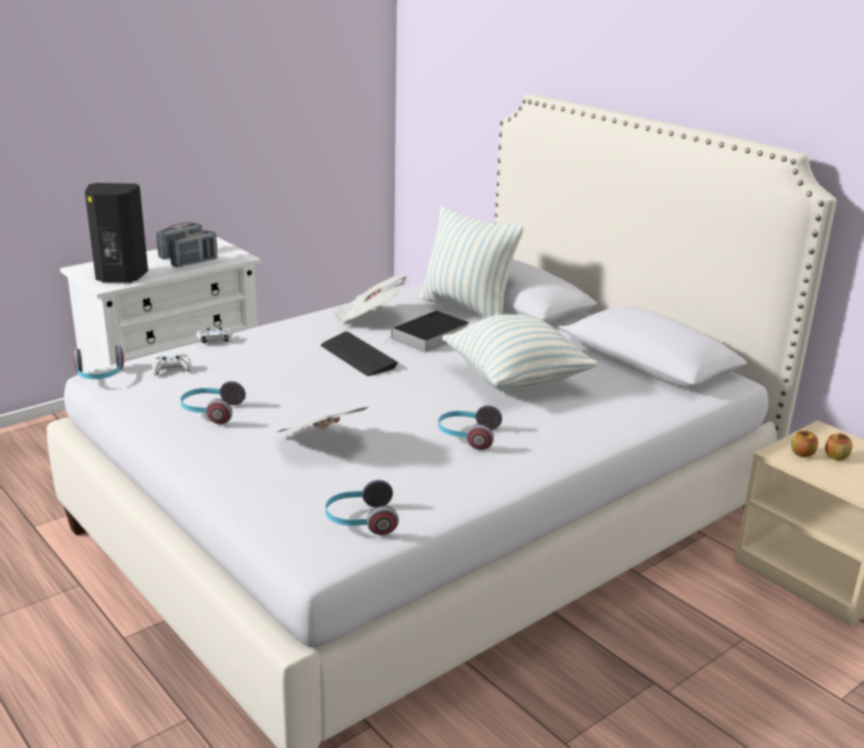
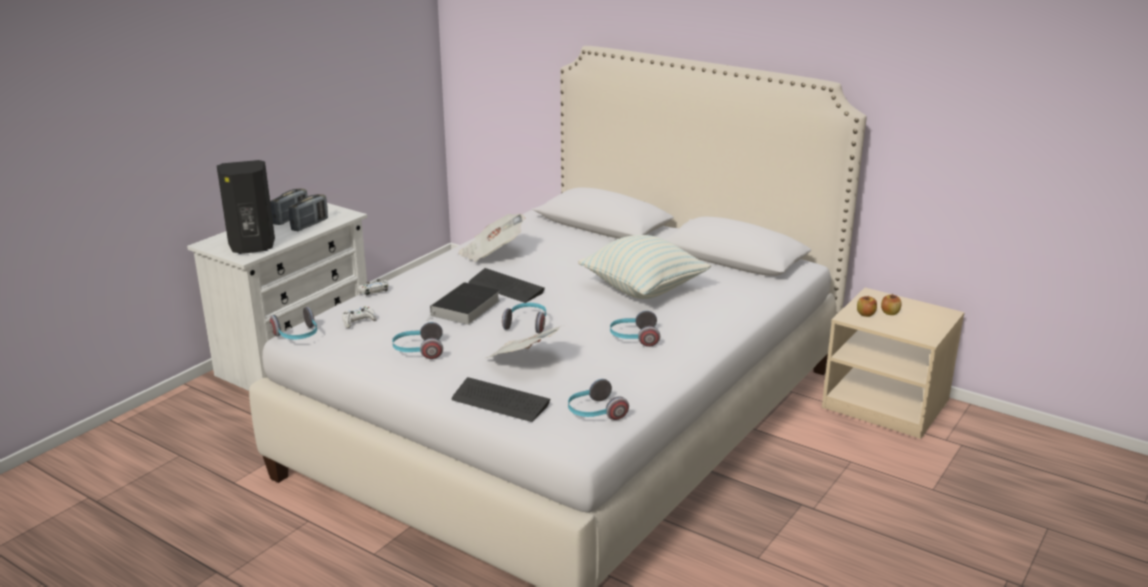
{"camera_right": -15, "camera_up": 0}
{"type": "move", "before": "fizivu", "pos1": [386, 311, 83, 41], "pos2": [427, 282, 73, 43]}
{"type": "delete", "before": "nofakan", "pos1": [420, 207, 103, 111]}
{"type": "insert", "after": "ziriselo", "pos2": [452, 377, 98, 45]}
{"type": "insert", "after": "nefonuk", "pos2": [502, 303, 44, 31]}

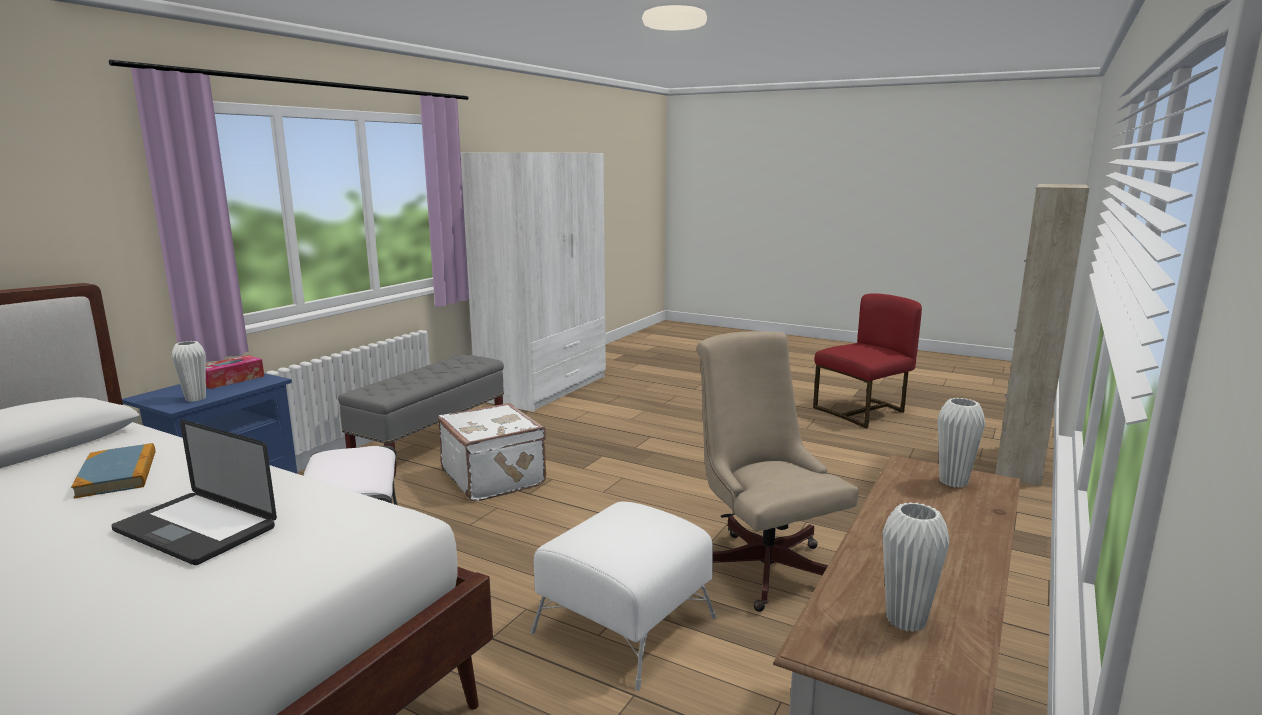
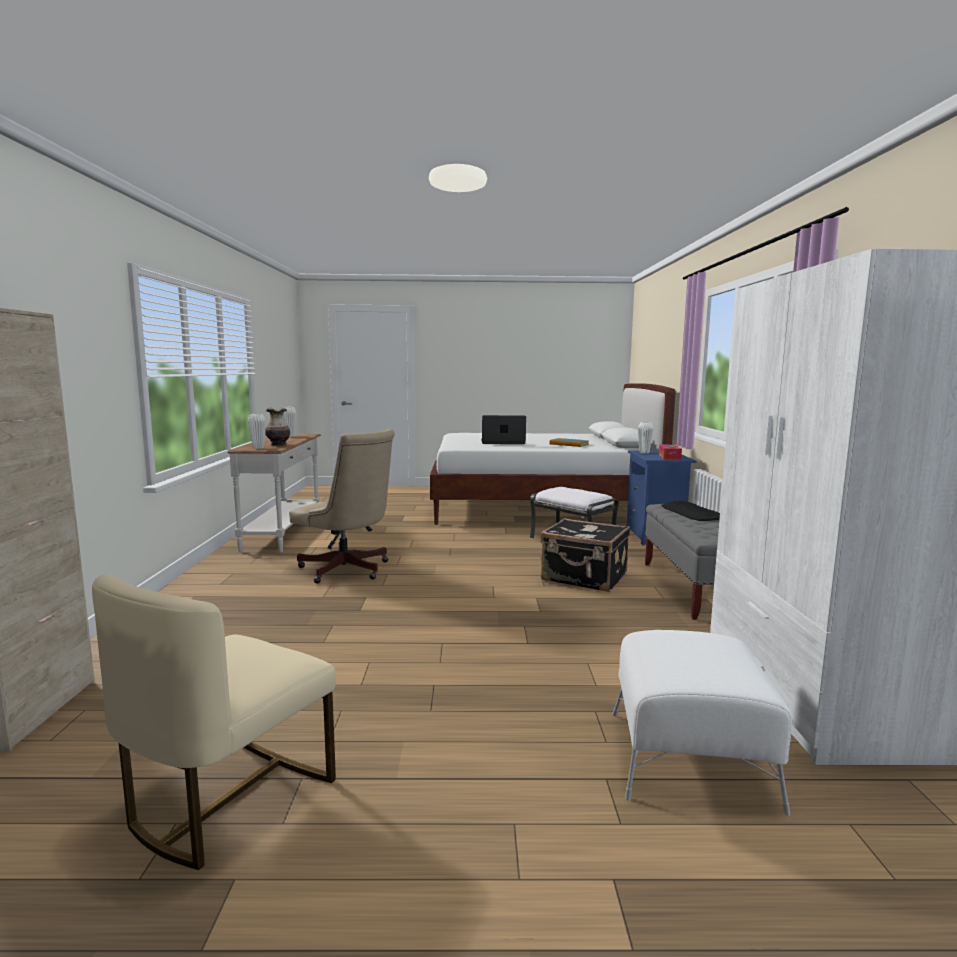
{"camera_right": 150, "camera_up": -5}
{"type": "recolor", "before": "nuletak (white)", "after": "nuletak (black)", "pos1": [438, 403, 108, 98], "pos2": [540, 518, 90, 74]}
{"type": "move", "before": "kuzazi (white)", "pos1": [530, 501, 187, 190], "pos2": [612, 630, 180, 186]}
{"type": "recolor", "before": "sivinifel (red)", "after": "sivinifel (beige)", "pos1": [813, 293, 109, 136], "pos2": [92, 574, 244, 296]}
{"type": "insert", "after": "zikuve", "pos2": [265, 407, 25, 39]}
{"type": "insert", "after": "ziriselo", "pos2": [661, 501, 59, 20]}

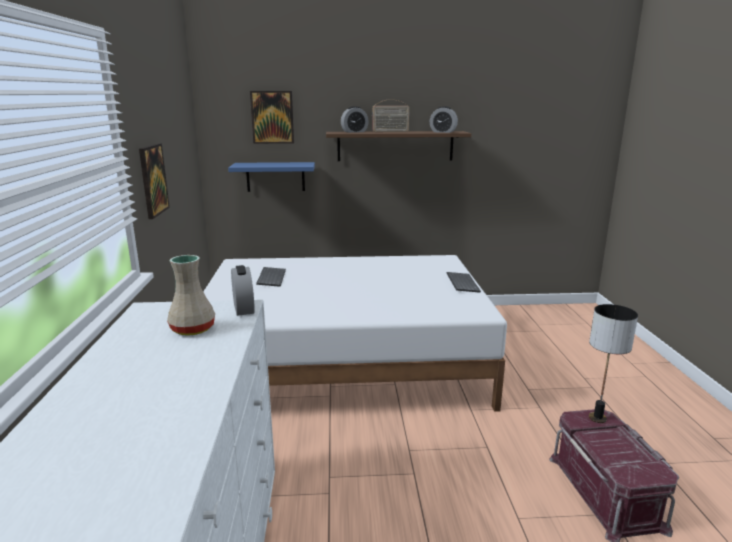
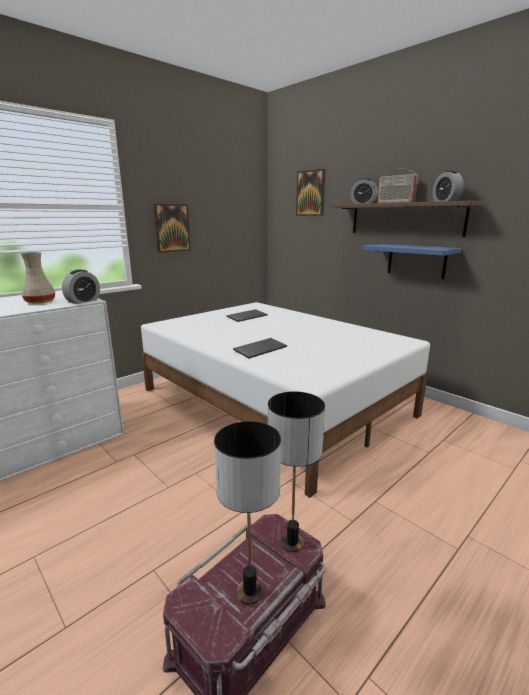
{"camera_right": 50, "camera_up": 0}
{"type": "move", "before": "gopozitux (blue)", "pos1": [228, 162, 87, 30], "pos2": [363, 244, 98, 35]}
{"type": "move", "before": "ziriselo", "pos1": [447, 272, 34, 21], "pos2": [233, 338, 54, 20]}
{"type": "insert", "after": "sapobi", "pos2": [214, 421, 67, 184]}

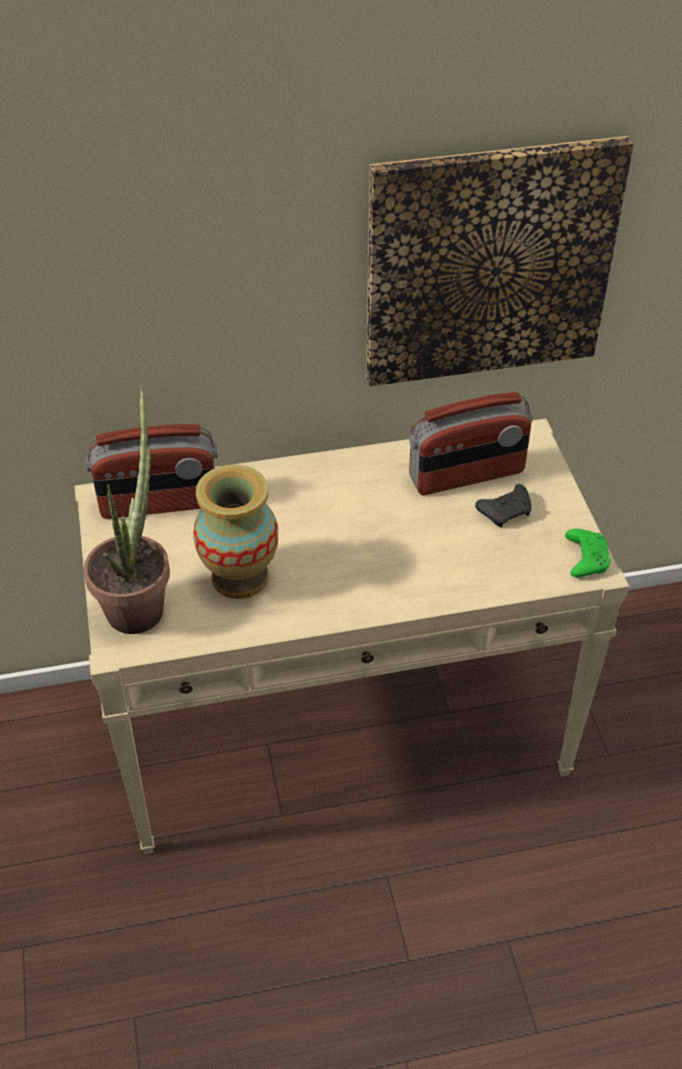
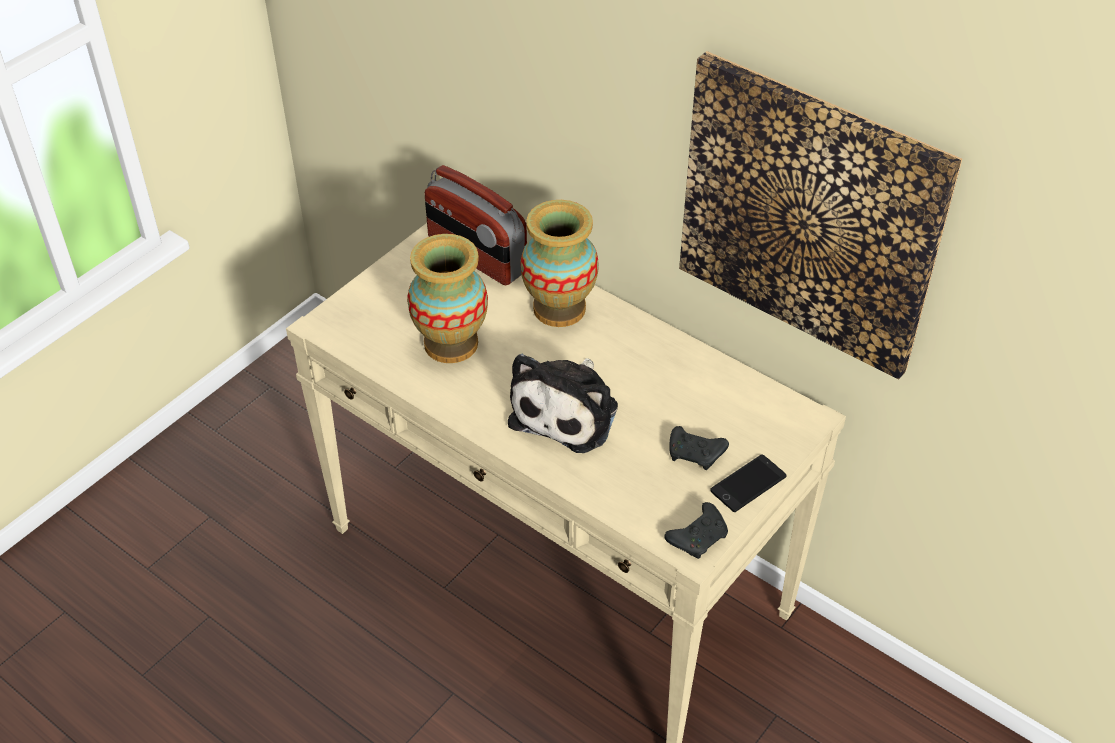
{"camera_right": 50, "camera_up": 0}
{"type": "delete", "before": "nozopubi", "pos1": [84, 386, 86, 248]}
{"type": "delete", "before": "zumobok", "pos1": [409, 392, 123, 103]}
{"type": "recolor", "before": "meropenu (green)", "after": "meropenu (black)", "pos1": [565, 529, 46, 48], "pos2": [664, 502, 64, 57]}
{"type": "insert", "after": "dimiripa", "pos2": [508, 354, 110, 99]}
{"type": "insert", "after": "zikuve", "pos2": [520, 200, 79, 127]}
{"type": "insert", "after": "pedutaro", "pos2": [710, 454, 77, 58]}

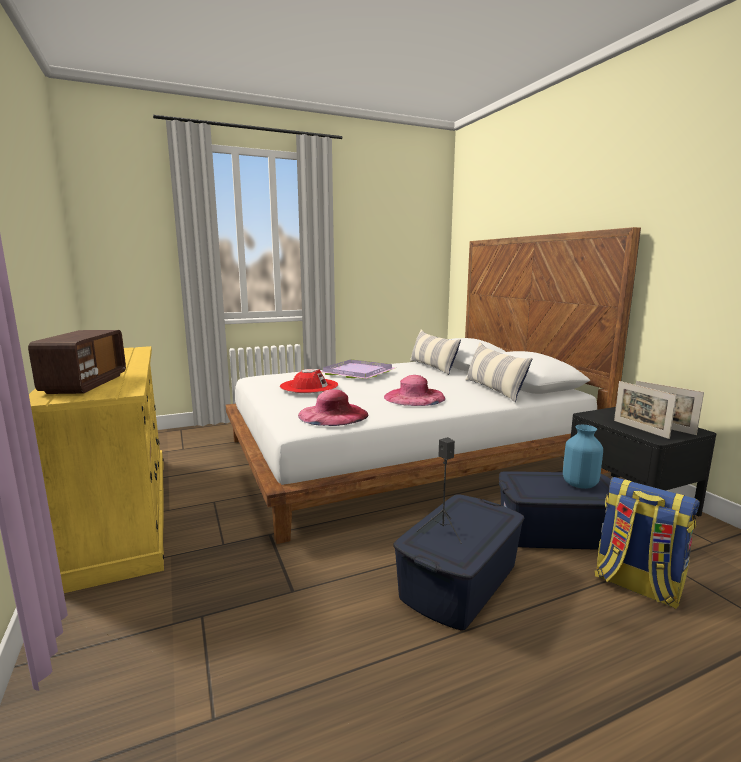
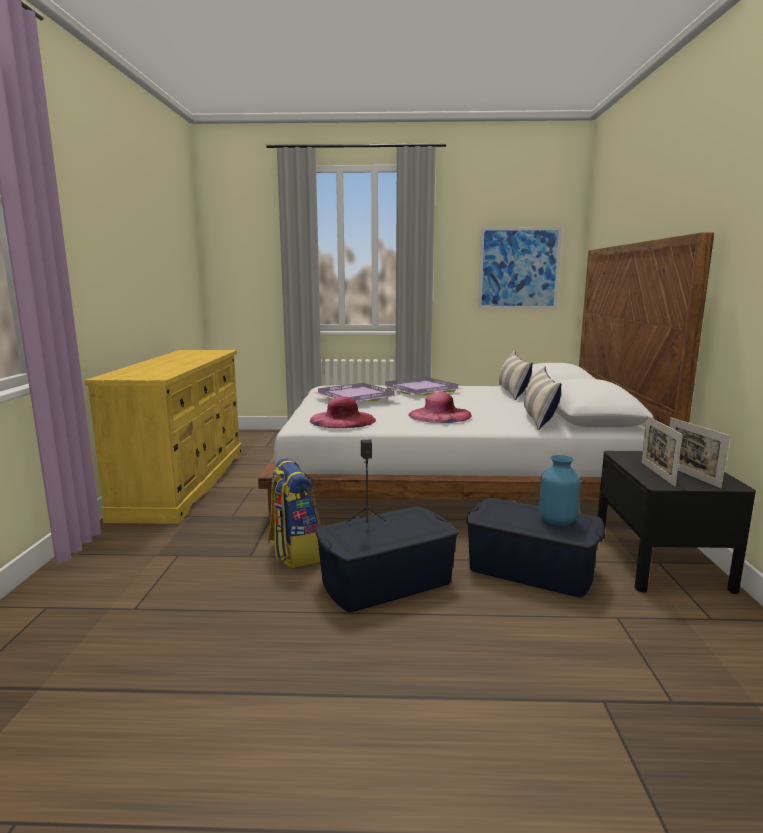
{"camera_right": 25, "camera_up": 0}
{"type": "delete", "before": "zumobok", "pos1": [28, 330, 98, 64]}
{"type": "replace", "before": "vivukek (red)", "after": "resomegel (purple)", "pos1": [280, 369, 58, 24], "pos2": [313, 383, 86, 19]}
{"type": "move", "before": "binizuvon", "pos1": [594, 477, 106, 132], "pos2": [268, 458, 53, 110]}
{"type": "insert", "after": "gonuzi", "pos2": [478, 227, 84, 82]}

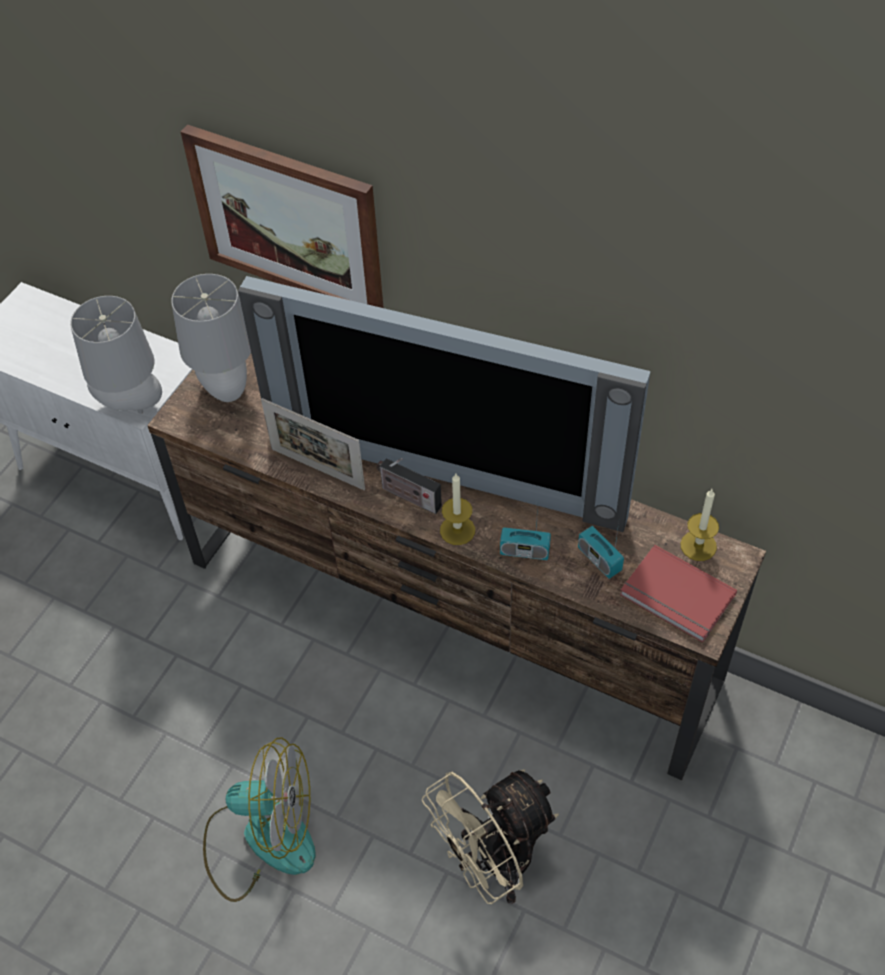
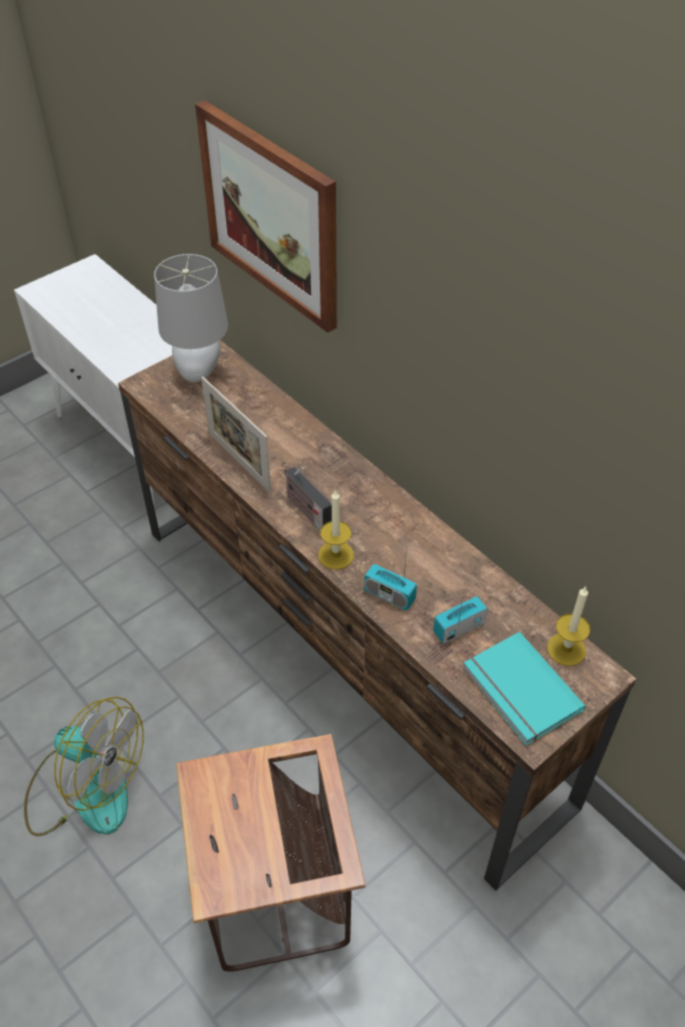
{"camera_right": 20, "camera_up": -5}
{"type": "delete", "before": "sapobi (grey)", "pos1": [70, 296, 92, 118]}
{"type": "delete", "before": "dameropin", "pos1": [238, 276, 413, 256]}
{"type": "replace", "before": "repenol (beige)", "after": "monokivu", "pos1": [422, 769, 137, 135], "pos2": [176, 734, 189, 238]}
{"type": "rotate", "before": "zumobok", "pos1": [578, 523, 46, 56], "pos2": [433, 593, 55, 51], "turn": 75}
{"type": "recolor", "before": "fizivu (red)", "after": "fizivu (turquoise)", "pos1": [620, 545, 117, 98], "pos2": [463, 631, 123, 115]}

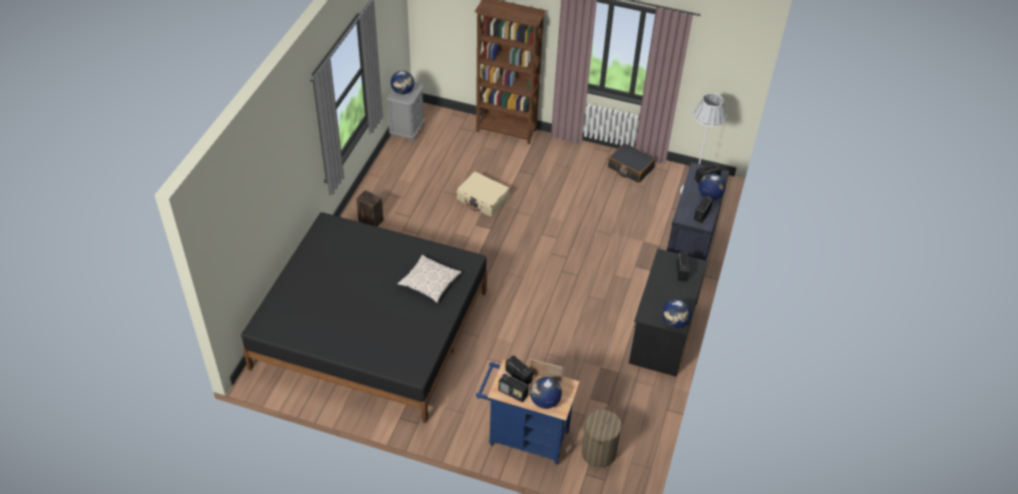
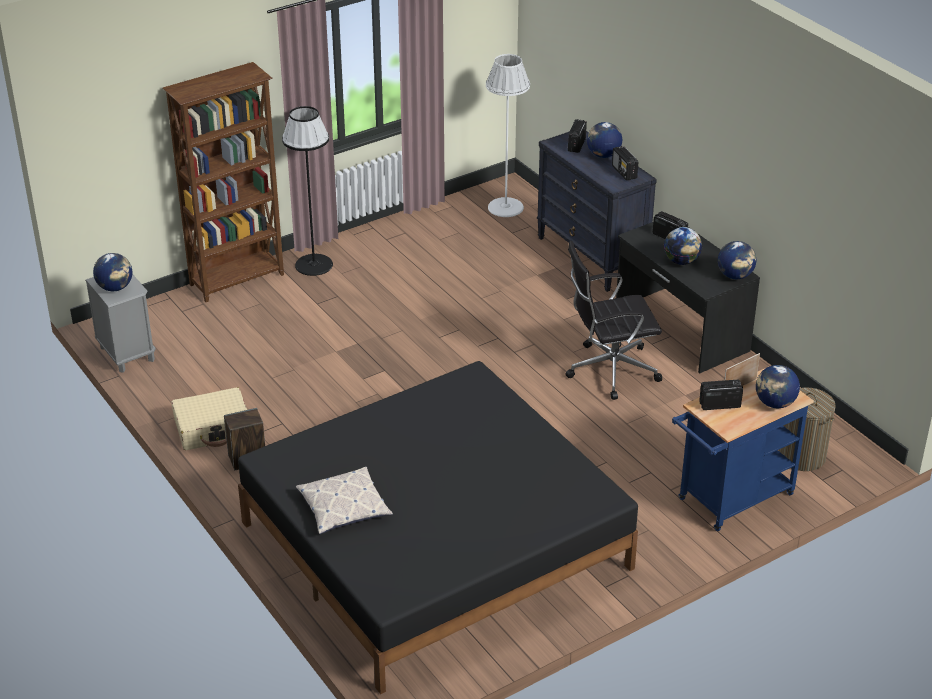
{"camera_right": -50, "camera_up": -10}
{"type": "move", "before": "nofakan", "pos1": [397, 255, 65, 48], "pos2": [296, 467, 97, 67]}
{"type": "move", "before": "nuletak (beige)", "pos1": [456, 172, 54, 45], "pos2": [171, 387, 76, 63]}
{"type": "delete", "before": "zumobok", "pos1": [499, 373, 30, 29]}
{"type": "delete", "before": "nuletak (black)", "pos1": [608, 143, 48, 40]}
{"type": "insert", "after": "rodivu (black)", "pos2": [282, 106, 51, 170]}
{"type": "insert", "after": "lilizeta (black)", "pos2": [566, 241, 96, 159]}
{"type": "insert", "after": "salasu", "pos2": [664, 227, 38, 38]}

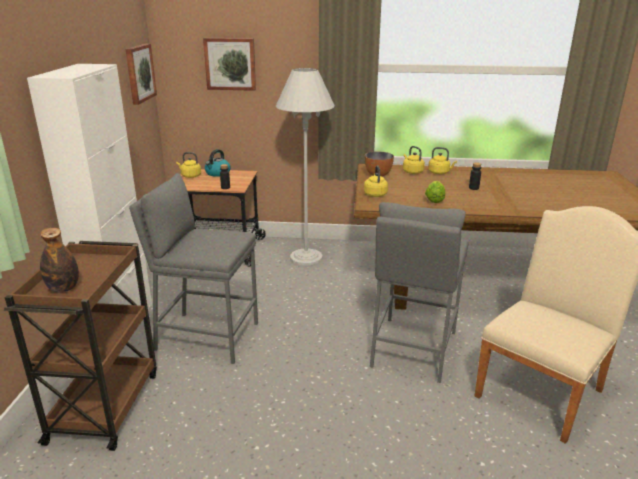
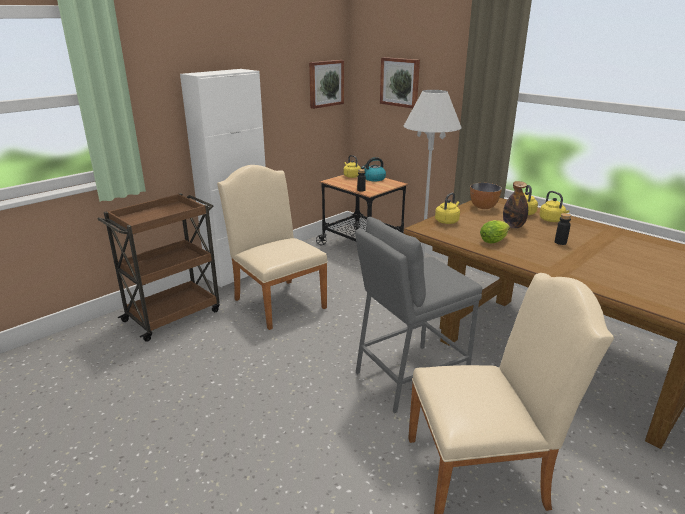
{"camera_right": 40, "camera_up": 0}
{"type": "move", "before": "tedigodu", "pos1": [40, 228, 39, 64], "pos2": [503, 181, 25, 47]}
{"type": "replace", "before": "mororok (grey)", "after": "sivinifel (beige)", "pos1": [129, 173, 129, 191], "pos2": [217, 165, 111, 165]}

